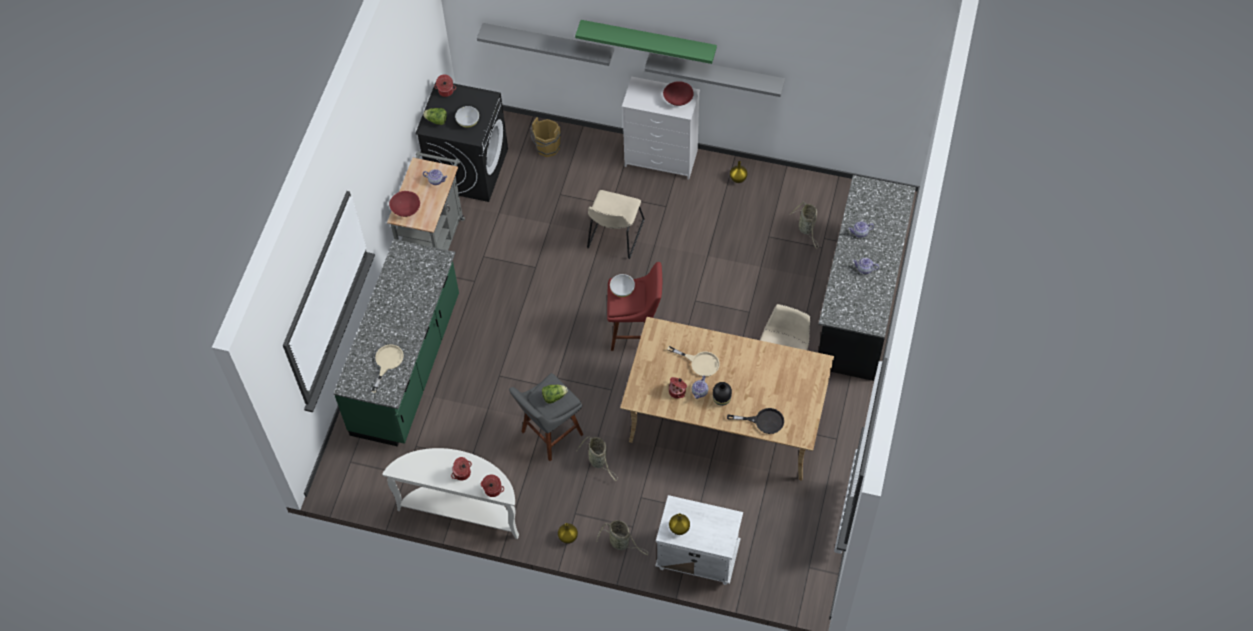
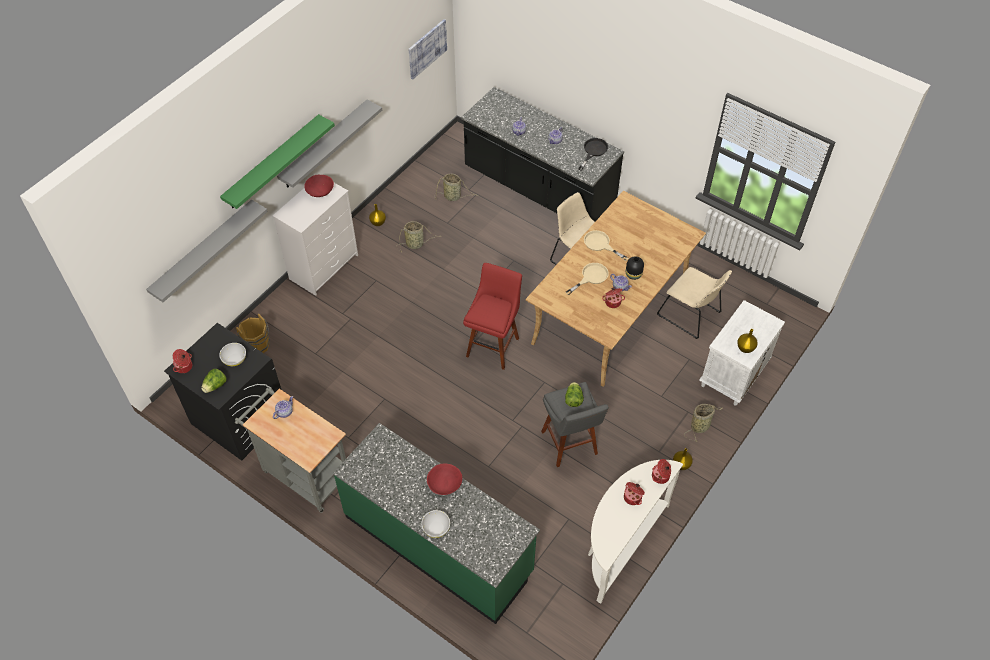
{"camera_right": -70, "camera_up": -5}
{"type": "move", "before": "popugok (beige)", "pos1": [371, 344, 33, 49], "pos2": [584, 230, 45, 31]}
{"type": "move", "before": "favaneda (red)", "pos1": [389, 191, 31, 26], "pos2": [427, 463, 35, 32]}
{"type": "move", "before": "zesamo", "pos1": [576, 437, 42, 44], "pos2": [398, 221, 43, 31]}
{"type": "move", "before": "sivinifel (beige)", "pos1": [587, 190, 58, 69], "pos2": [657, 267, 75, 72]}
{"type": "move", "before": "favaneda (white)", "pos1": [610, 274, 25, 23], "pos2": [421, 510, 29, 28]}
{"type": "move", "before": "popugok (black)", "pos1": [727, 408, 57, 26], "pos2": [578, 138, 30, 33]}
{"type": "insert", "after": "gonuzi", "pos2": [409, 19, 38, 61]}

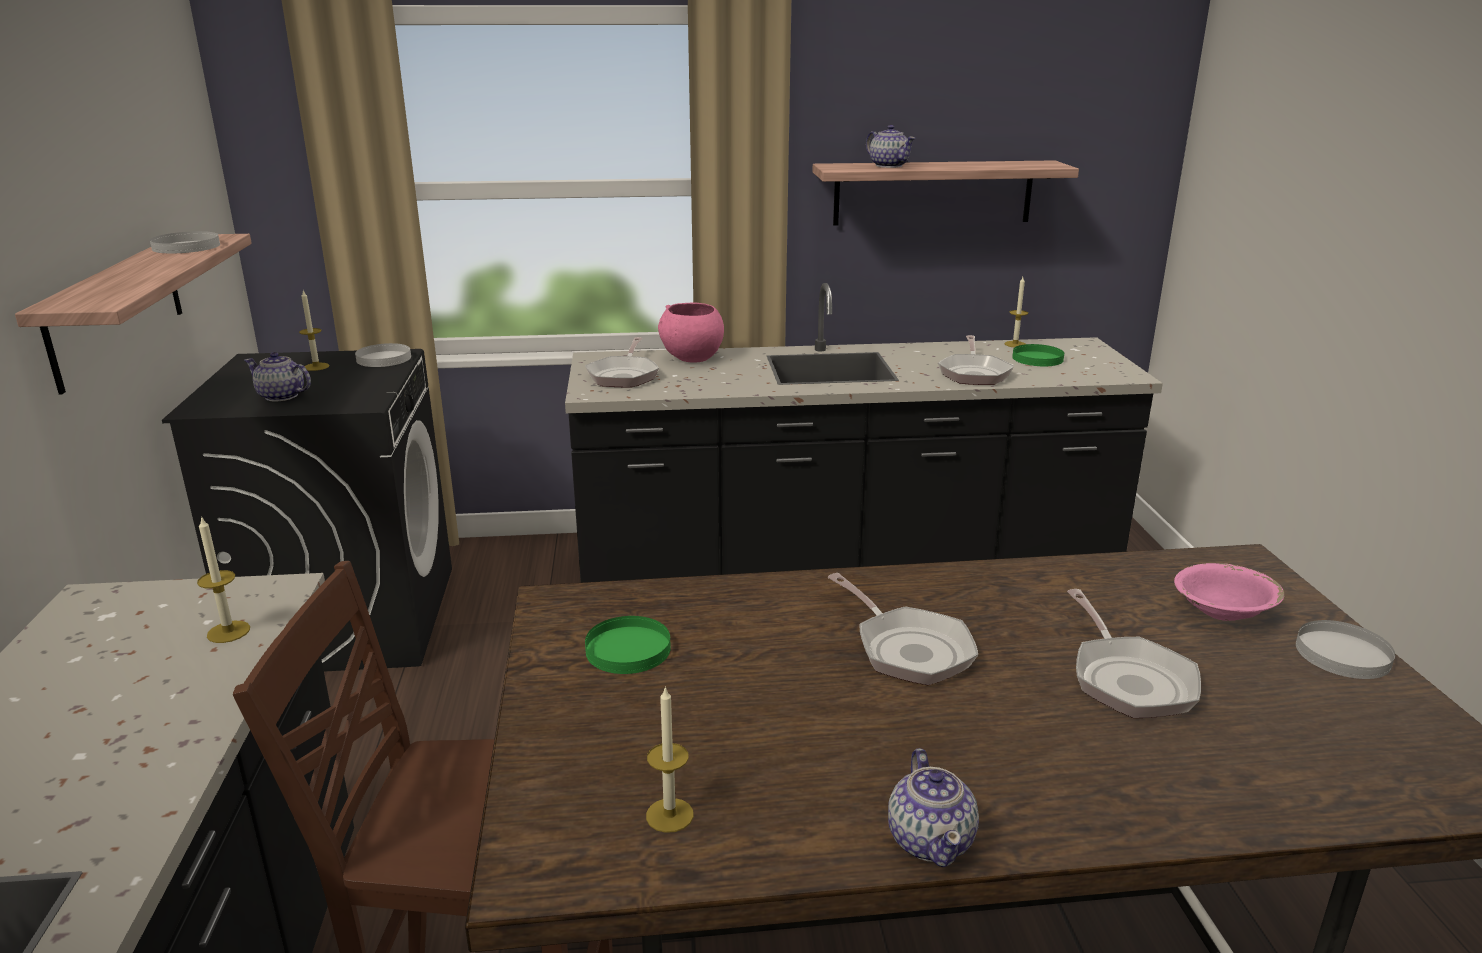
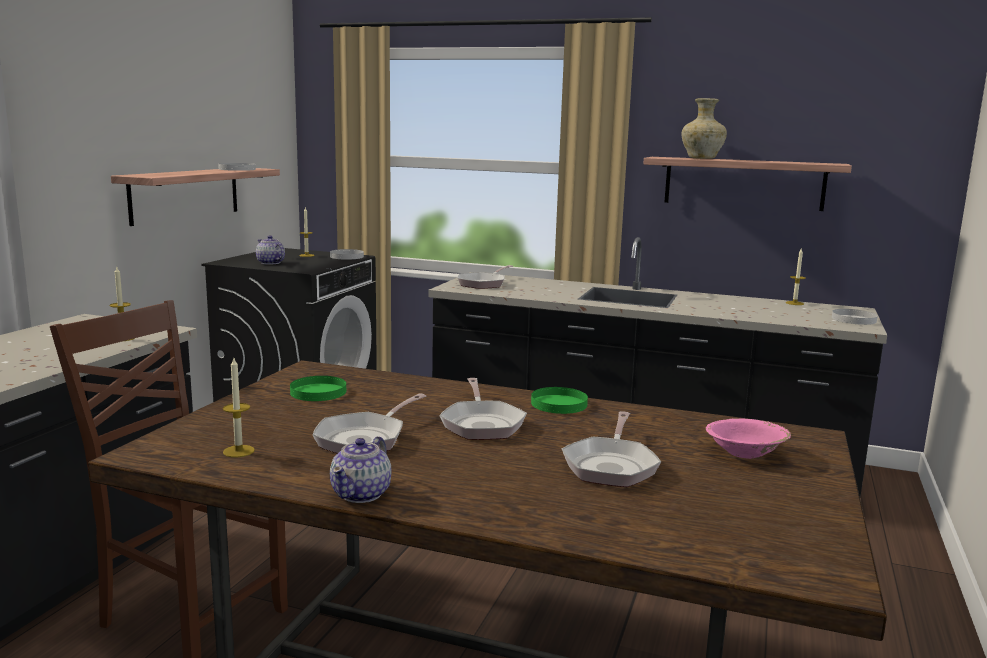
{"camera_right": 25, "camera_up": -10}
{"type": "delete", "before": "favaneda (pink)", "pos1": [658, 303, 66, 59]}
{"type": "replace", "before": "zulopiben", "after": "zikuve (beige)", "pos1": [866, 125, 50, 43], "pos2": [682, 98, 45, 61]}
{"type": "move", "before": "popugok", "pos1": [938, 335, 76, 50], "pos2": [313, 393, 114, 61]}
{"type": "move", "before": "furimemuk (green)", "pos1": [1012, 344, 52, 22], "pos2": [531, 387, 57, 27]}
{"type": "move", "before": "furimemuk (white)", "pos1": [1296, 620, 99, 59], "pos2": [832, 309, 46, 16]}

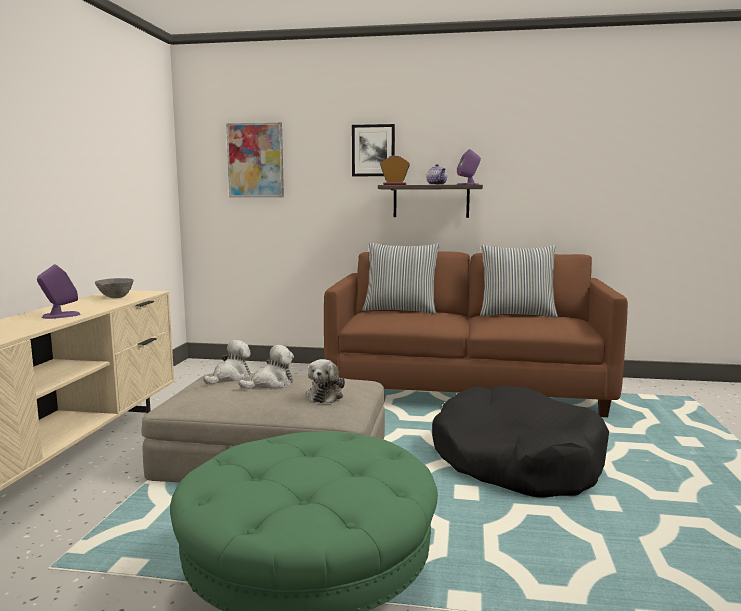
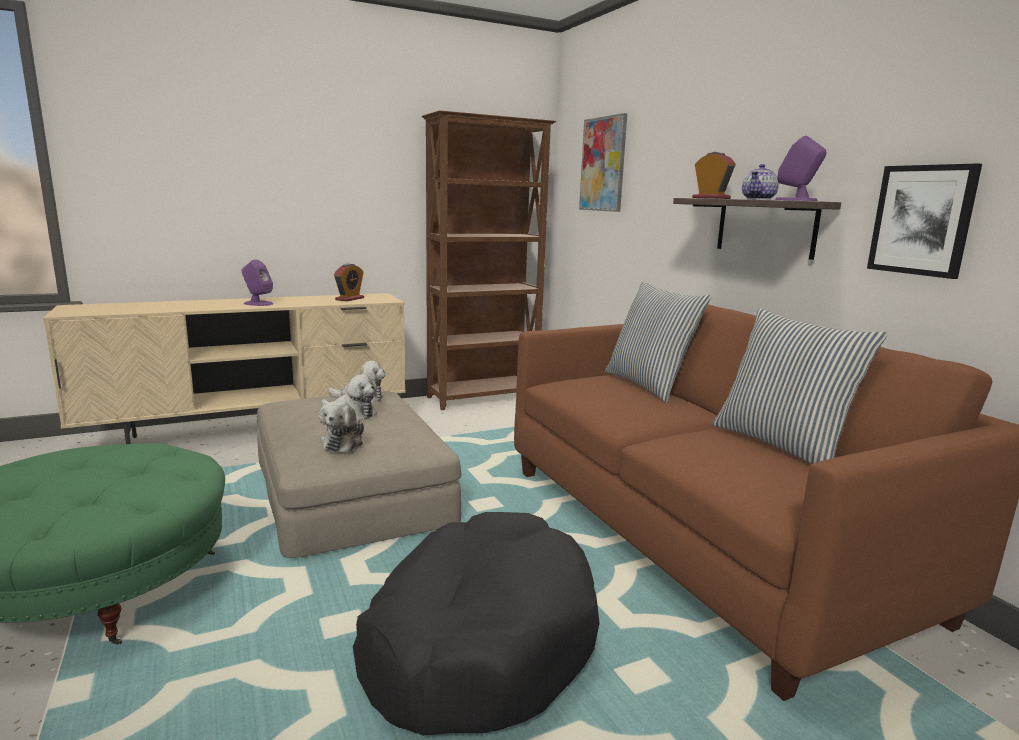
{"camera_right": 55, "camera_up": 5}
{"type": "replace", "before": "favaneda (grey)", "after": "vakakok", "pos1": [95, 278, 38, 20], "pos2": [334, 263, 30, 38]}
{"type": "rotate", "before": "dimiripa", "pos1": [307, 359, 38, 44], "pos2": [319, 401, 45, 51], "turn": -60}
{"type": "move", "before": "gonuzi", "pos1": [352, 124, 43, 52], "pos2": [867, 163, 115, 116]}
{"type": "insert", "after": "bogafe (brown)", "pos2": [422, 110, 134, 300]}

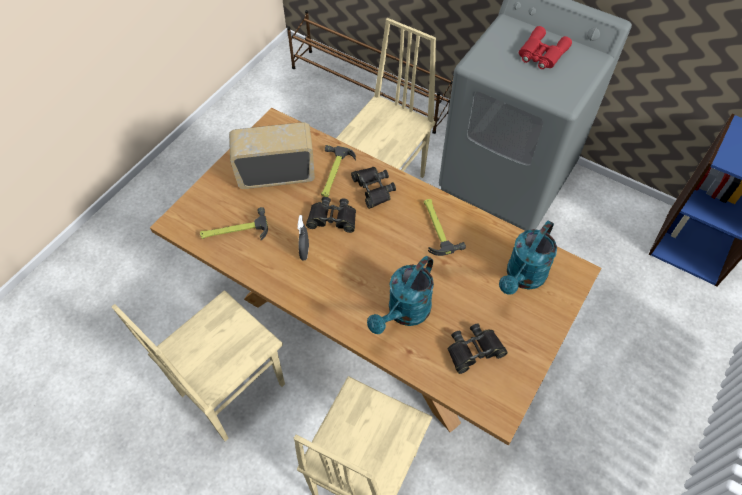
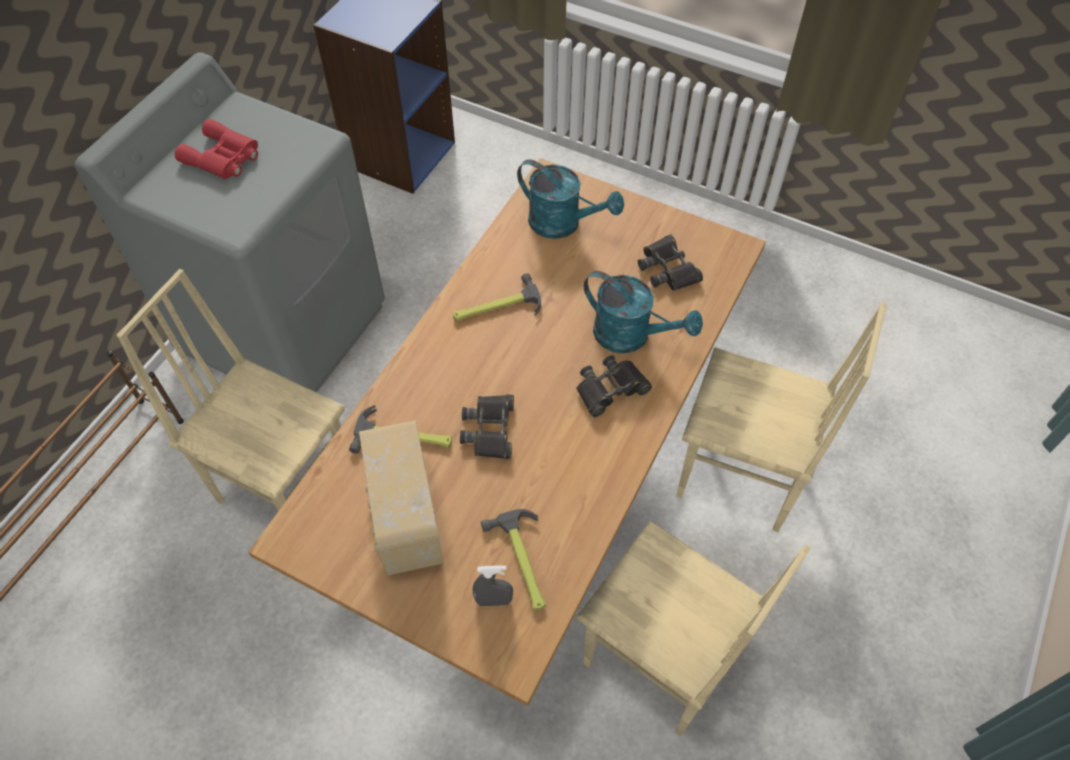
{"camera_right": -95, "camera_up": 0}
{"type": "move", "before": "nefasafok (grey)", "pos1": [297, 215, 12, 46], "pos2": [473, 565, 40, 41]}
{"type": "move", "before": "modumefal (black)", "pos1": [351, 167, 45, 42], "pos2": [576, 355, 76, 62]}

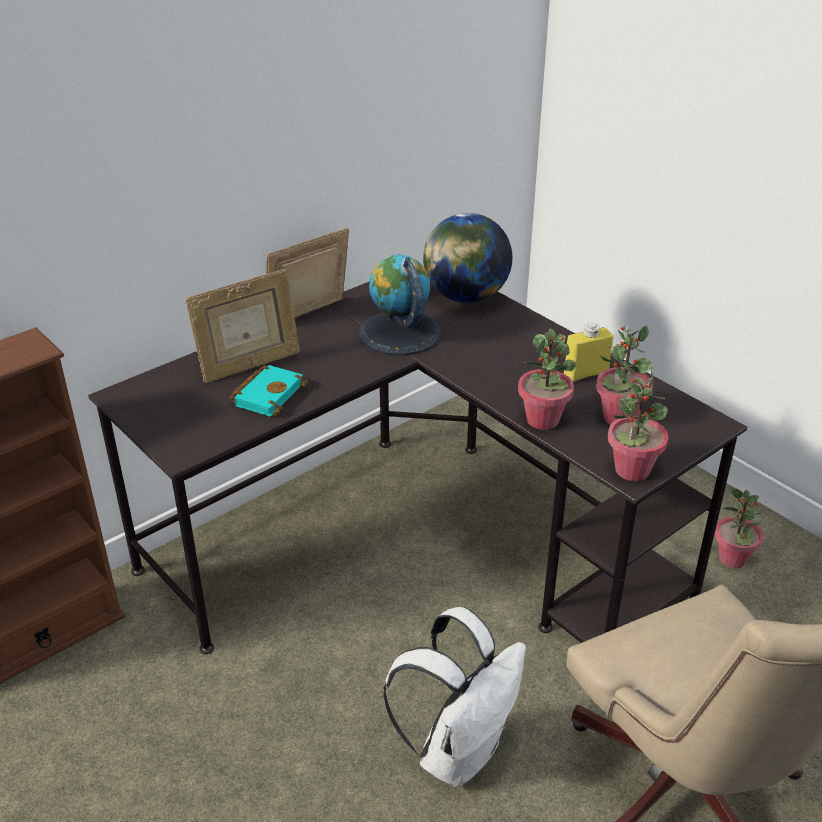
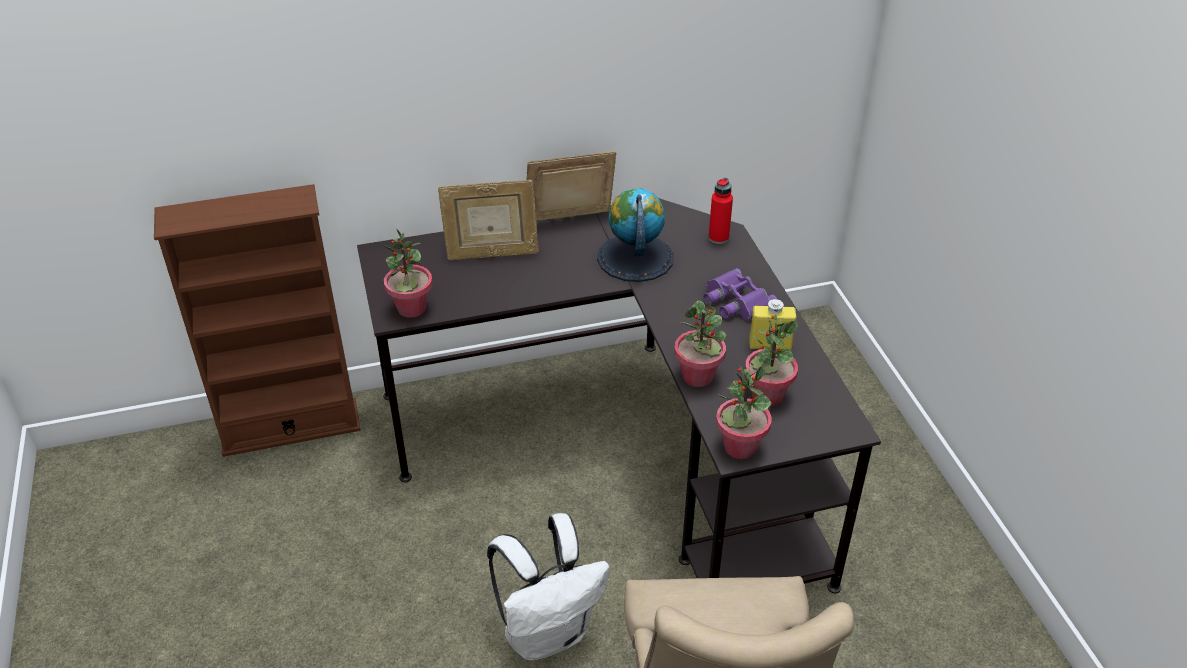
{"camera_right": 25, "camera_up": 5}
{"type": "delete", "before": "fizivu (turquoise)", "pos1": [229, 365, 79, 52]}
{"type": "replace", "before": "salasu", "after": "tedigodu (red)", "pos1": [423, 213, 89, 90], "pos2": [708, 177, 25, 67]}
{"type": "move", "before": "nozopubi", "pos1": [715, 488, 48, 80], "pos2": [383, 228, 50, 90]}
{"type": "insert", "after": "modumefal (purple)", "pos2": [703, 268, 74, 53]}

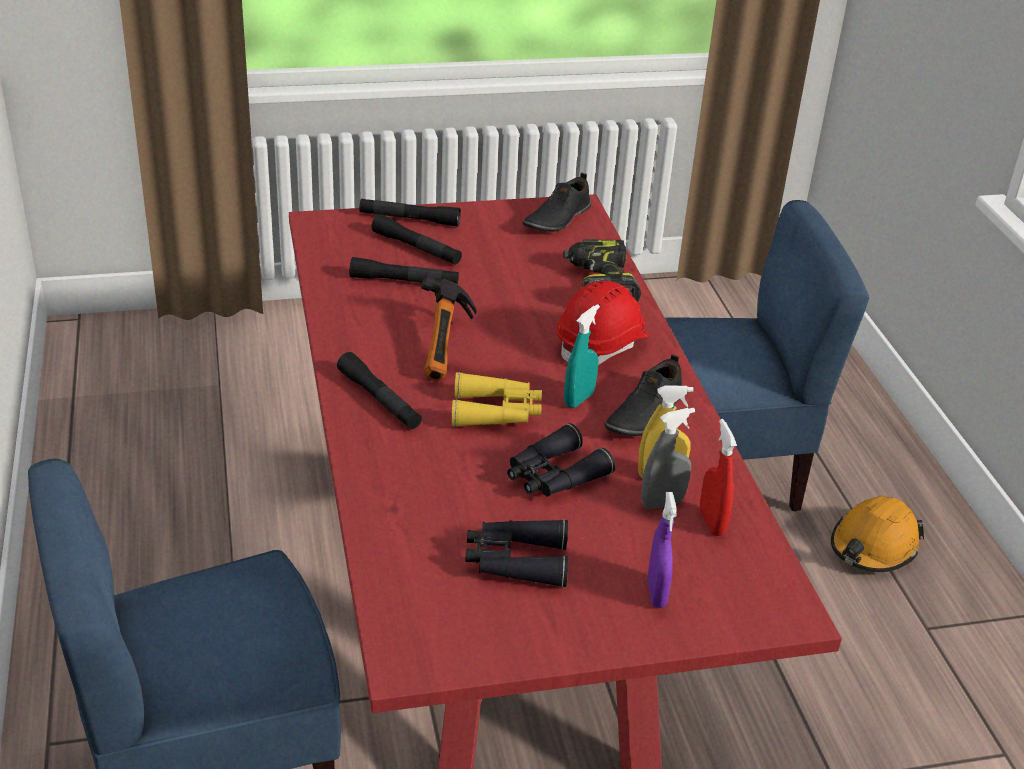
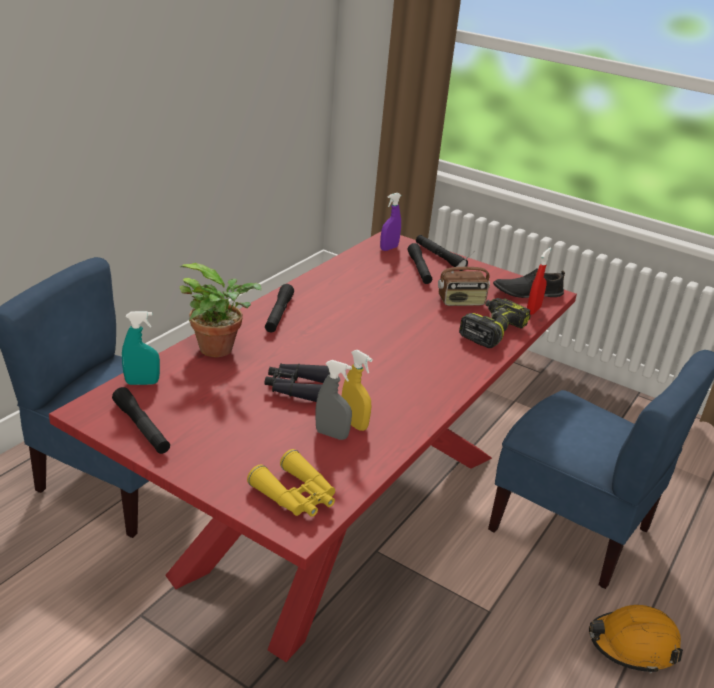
{"camera_right": 45, "camera_up": -5}
{"type": "move", "before": "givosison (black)", "pos1": [349, 257, 110, 28], "pos2": [112, 387, 58, 67]}
{"type": "delete", "before": "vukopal", "pos1": [421, 275, 56, 106]}
{"type": "move", "before": "modumefal (yellow)", "pos1": [452, 372, 90, 55], "pos2": [247, 449, 88, 68]}
{"type": "delete", "before": "modumefal (black)", "pos1": [465, 519, 103, 68]}
{"type": "delete", "before": "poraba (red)", "pos1": [557, 281, 93, 84]}
{"type": "move", "before": "nefasafok (turquoise)", "pos1": [564, 304, 36, 104], "pos2": [122, 311, 38, 74]}
{"type": "delete", "before": "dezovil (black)", "pos1": [604, 354, 78, 82]}
{"type": "move", "before": "nefasafok (purple)", "pos1": [648, 492, 29, 116], "pos2": [380, 193, 21, 58]}
{"type": "move", "before": "nefasafok (red)", "pos1": [700, 419, 37, 117], "pos2": [527, 248, 24, 67]}
{"type": "insert", "after": "nozopubi", "pos2": [180, 263, 82, 94]}
{"type": "insert", "after": "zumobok", "pos2": [438, 251, 52, 55]}

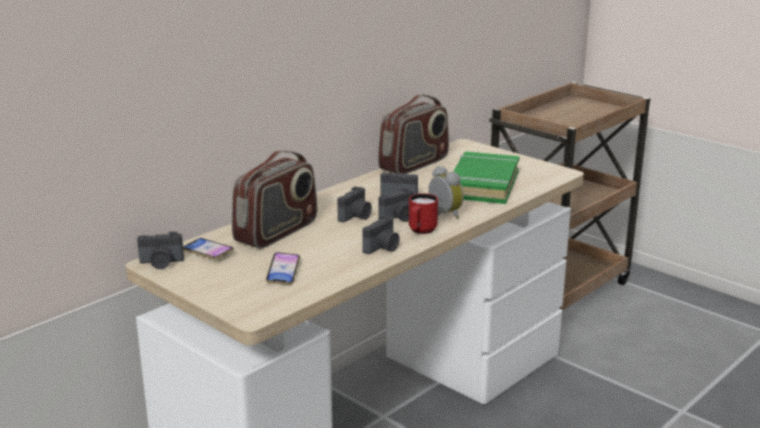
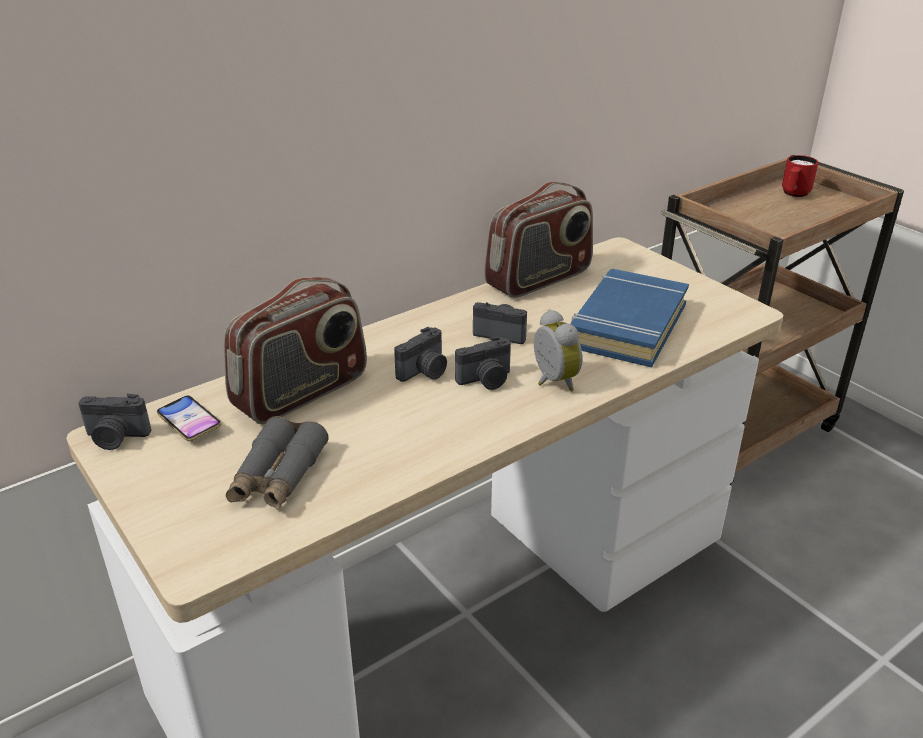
{"camera_right": 10, "camera_up": 10}
{"type": "replace", "before": "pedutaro", "after": "modumefal (grey)", "pos1": [266, 252, 34, 33], "pos2": [226, 416, 103, 94]}
{"type": "delete", "before": "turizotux", "pos1": [362, 215, 38, 39]}
{"type": "move", "before": "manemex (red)", "pos1": [409, 193, 29, 41], "pos2": [782, 155, 36, 42]}
{"type": "recolor", "before": "fizivu (green)", "after": "fizivu (blue)", "pos1": [453, 152, 67, 52], "pos2": [570, 269, 119, 98]}

